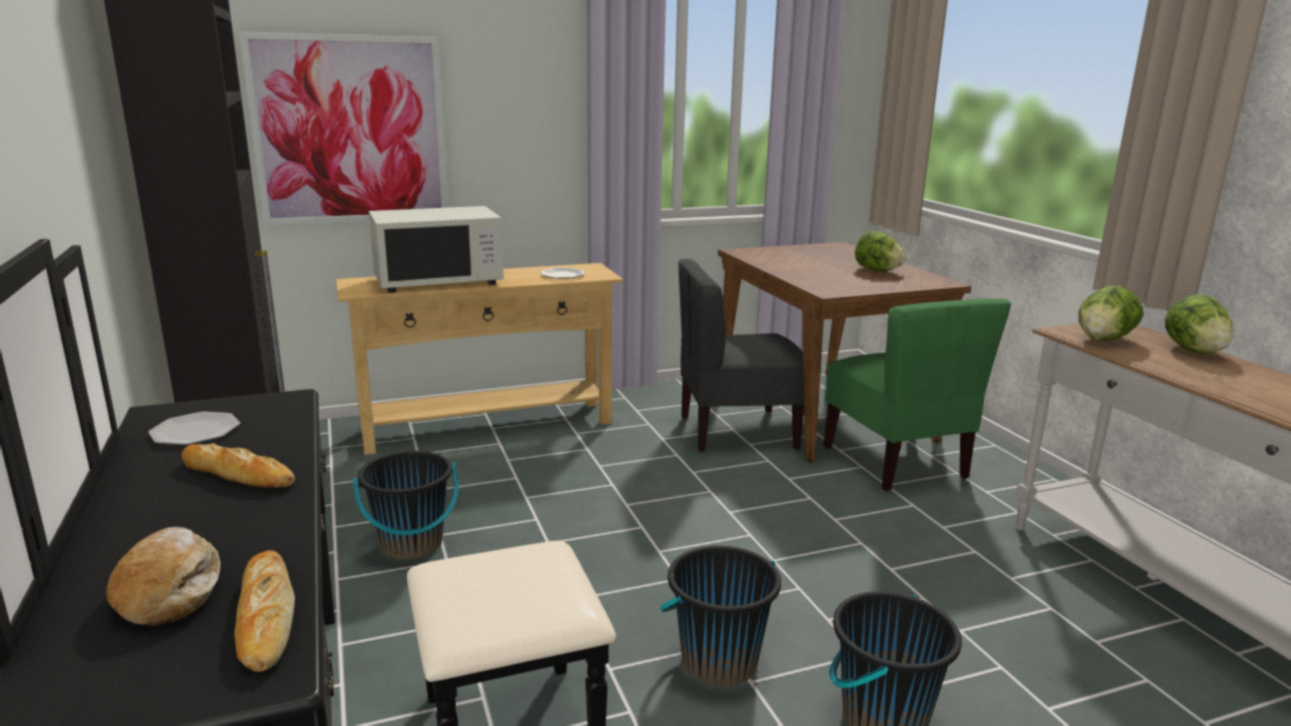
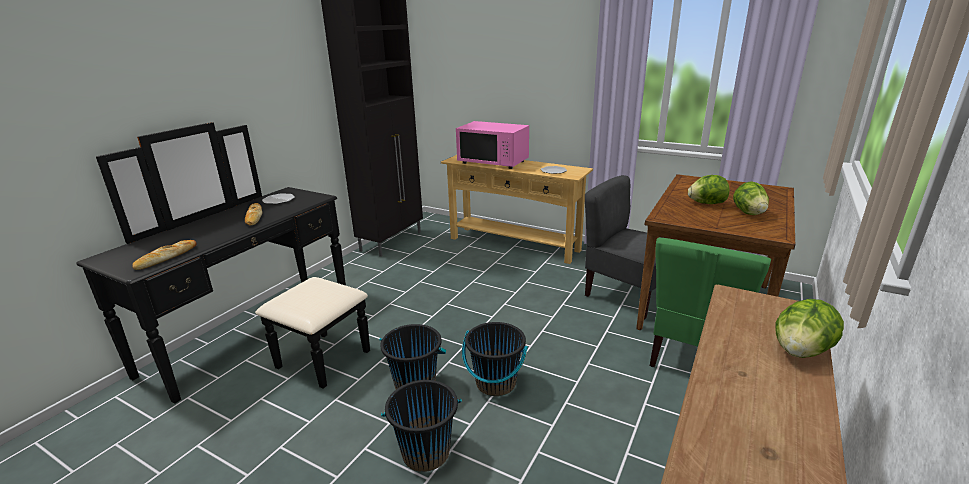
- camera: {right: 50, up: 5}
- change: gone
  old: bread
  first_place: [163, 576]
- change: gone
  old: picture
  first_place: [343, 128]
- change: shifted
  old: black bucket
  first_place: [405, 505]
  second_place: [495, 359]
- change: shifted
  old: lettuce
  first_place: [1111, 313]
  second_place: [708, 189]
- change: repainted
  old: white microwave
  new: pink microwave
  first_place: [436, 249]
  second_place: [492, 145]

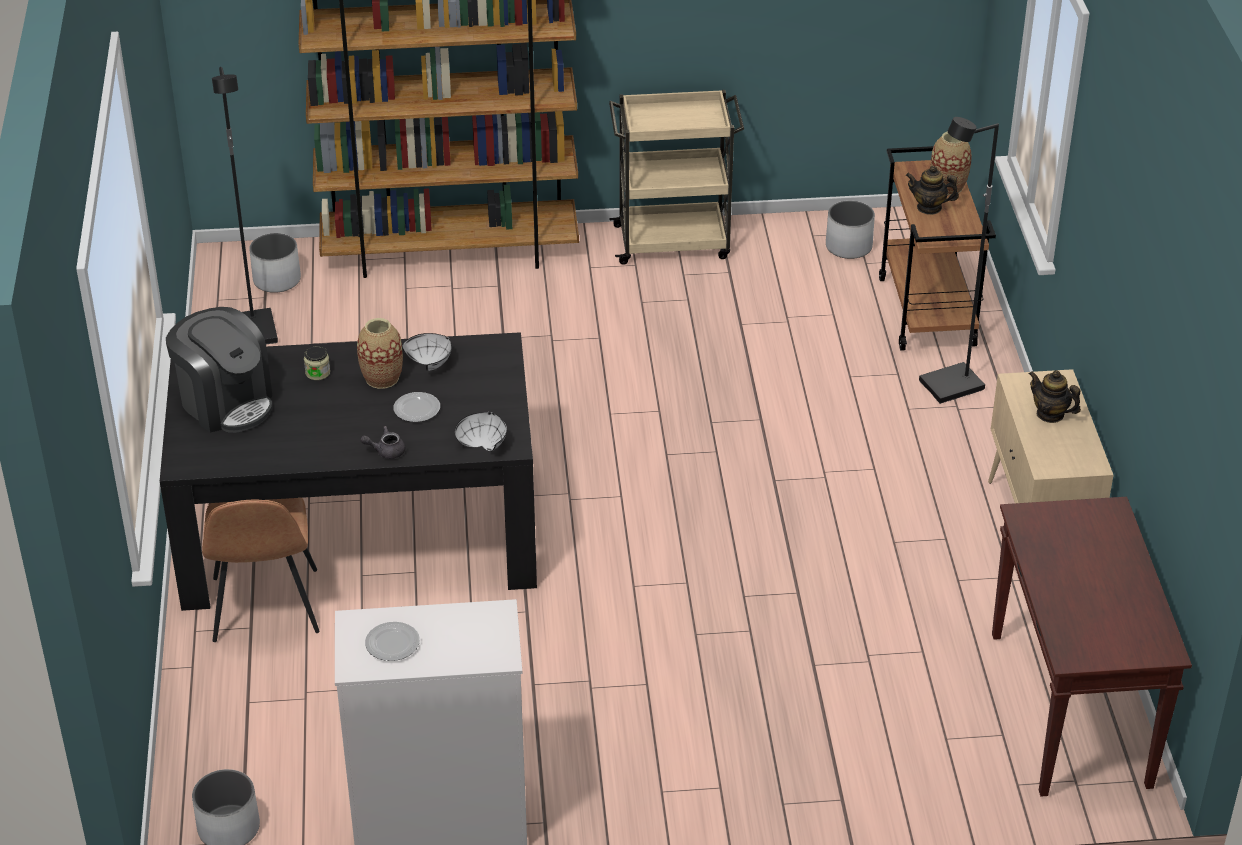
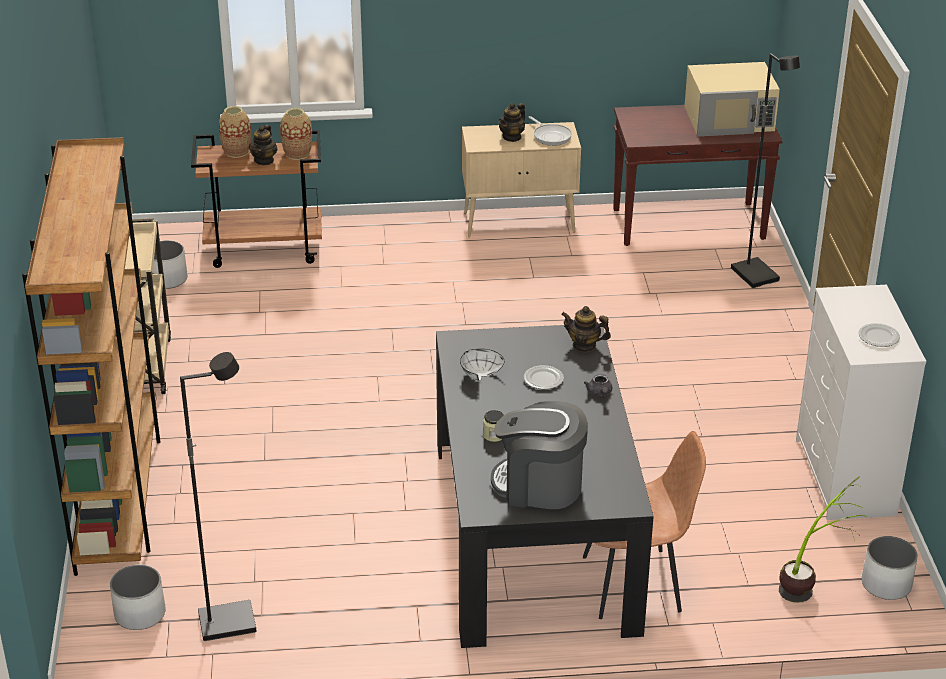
- camera: {right: -90, up: -5}
- change: new
  new: frying pan
  second_place: [550, 131]
- change: new
  new: beige microwave
  second_place: [732, 99]
- change: new
  new: potted plant
  second_place: [821, 539]
- change: shifted
  old: vase
  first_place: [380, 353]
  second_place: [296, 134]
- change: shifted
  old: black floor lamp
  first_place: [959, 260]
  second_place: [765, 170]
- change: swapped
  old: white bowl
  new: teapot
  first_place: [481, 431]
  second_place: [586, 329]
- change: rotated
  old: coffee machine
  first_place: [219, 370]
  second_place: [539, 455]
  degrees: -120

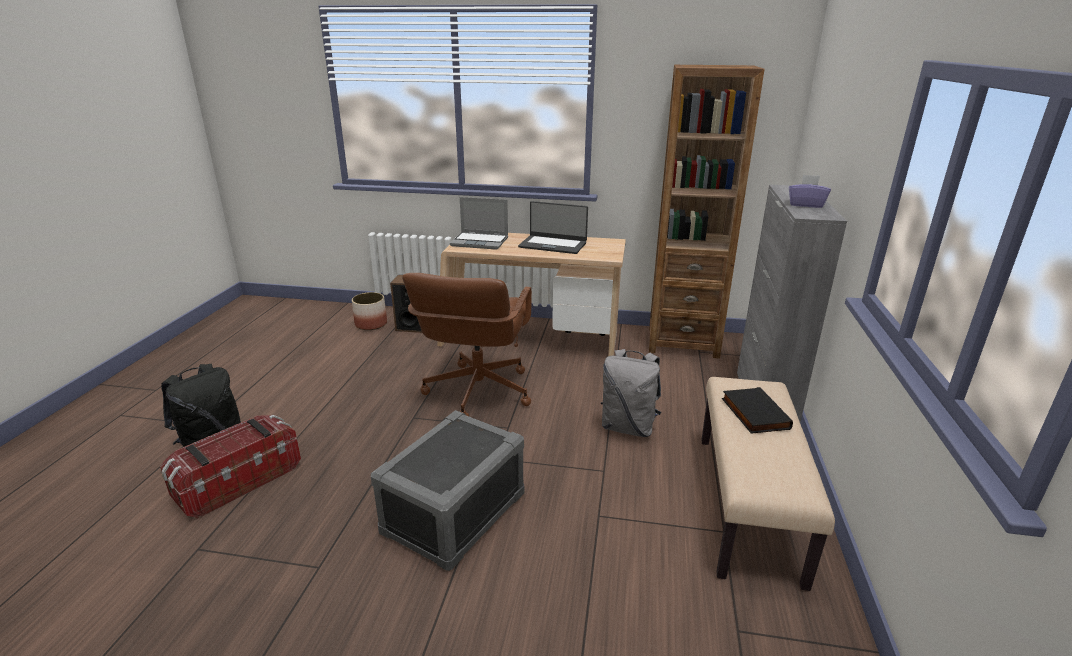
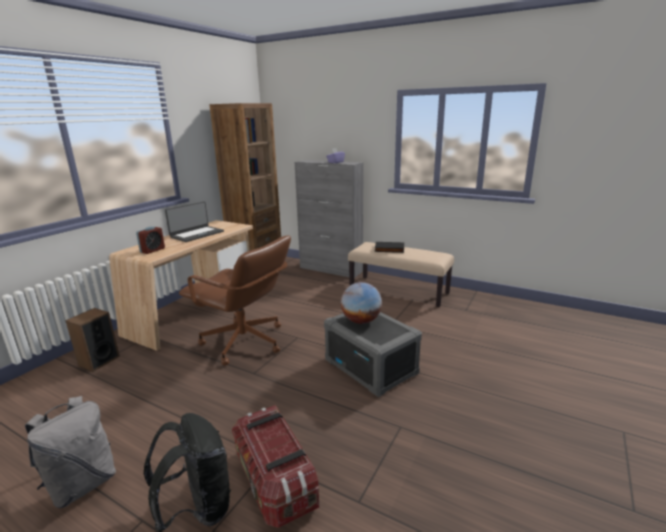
- camera: {right: -70, up: -5}
- change: gone
  old: planter
  first_place: [369, 311]
- change: new
  new: globe
  second_place: [361, 303]
- change: shifted
  old: grey backpack
  first_place: [631, 393]
  second_place: [70, 452]
- change: swapped
  old: laptop
  new: alarm clock
  first_place: [479, 223]
  second_place: [150, 240]

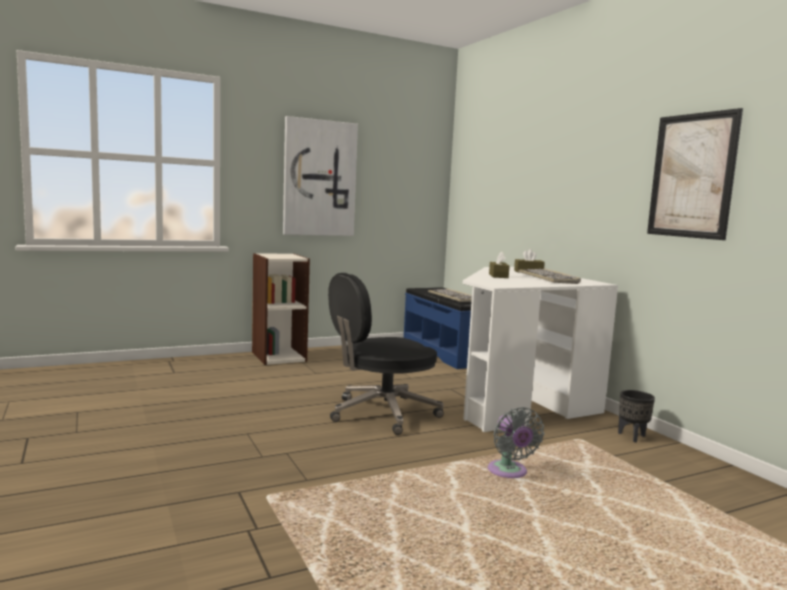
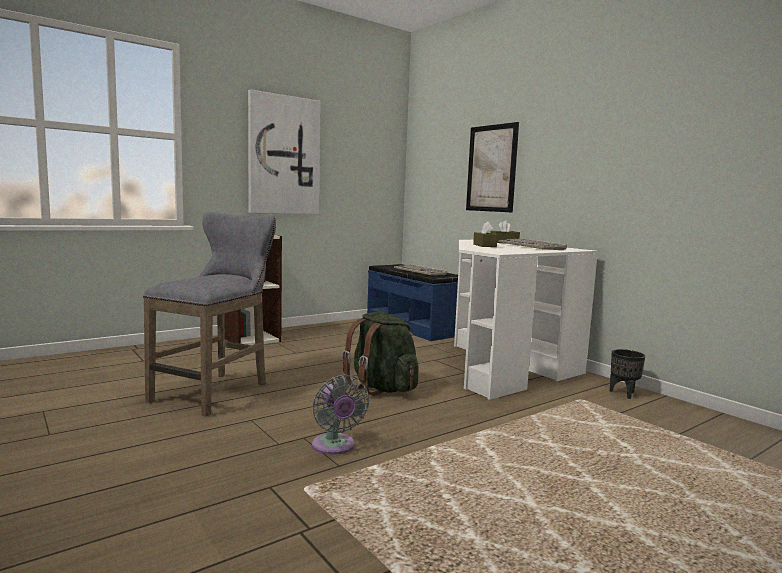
- camera: {right: -10, up: 0}
- change: new
  new: grey stool
  second_place: [209, 314]
- change: shifted
  old: grey fan
  first_place: [516, 442]
  second_place: [340, 414]
- change: shifted
  old: picture
  first_place: [695, 174]
  second_place: [492, 167]
- change: swapped
  old: black office chair
  new: green backpack
  first_place: [386, 354]
  second_place: [380, 354]

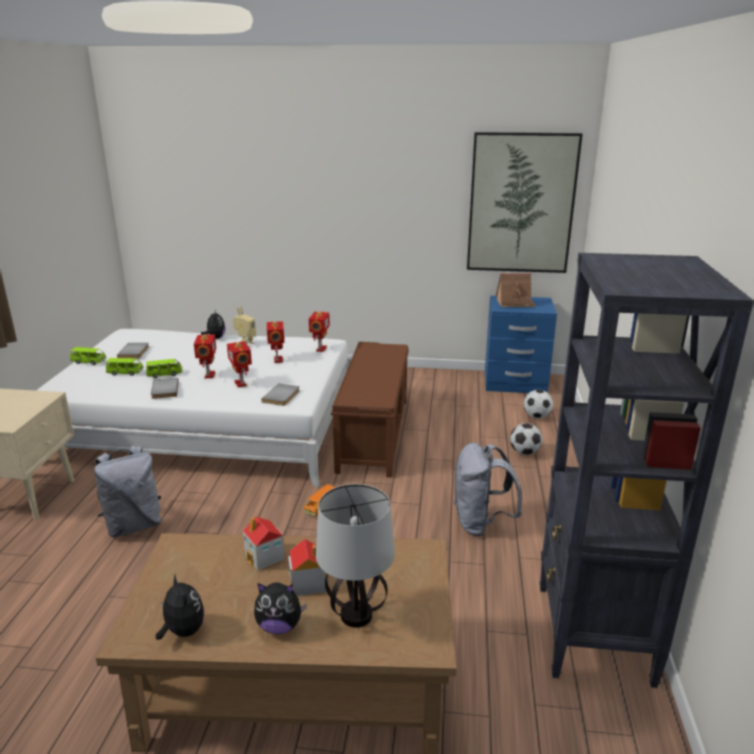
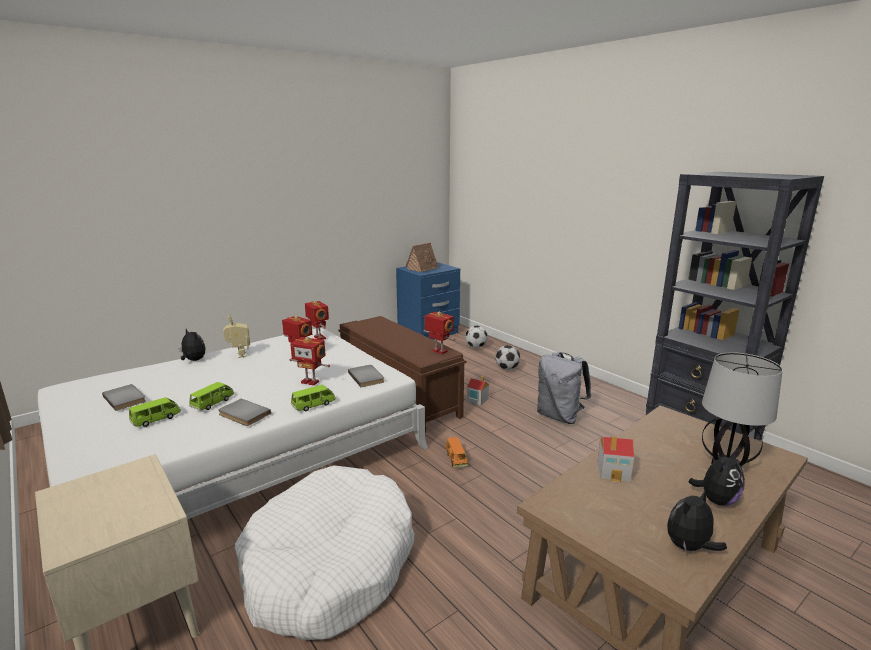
- camera: {right: -45, up: -5}
- change: gone
  old: picture
  first_place: [525, 202]
- change: shifted
  old: green toy car
  first_place: [88, 356]
  second_place: [313, 398]
- change: shifted
  old: toy robot
  first_place: [205, 356]
  second_place: [439, 332]
- change: shifted
  old: toy house
  first_place: [307, 567]
  second_place: [478, 390]
- change: swapped
  old: grey backpack
  new: white dog bed
  first_place: [127, 491]
  second_place: [325, 552]
- change: rotated
  old: plush toy
  first_place: [179, 607]
  second_place: [697, 521]
  degrees: -45

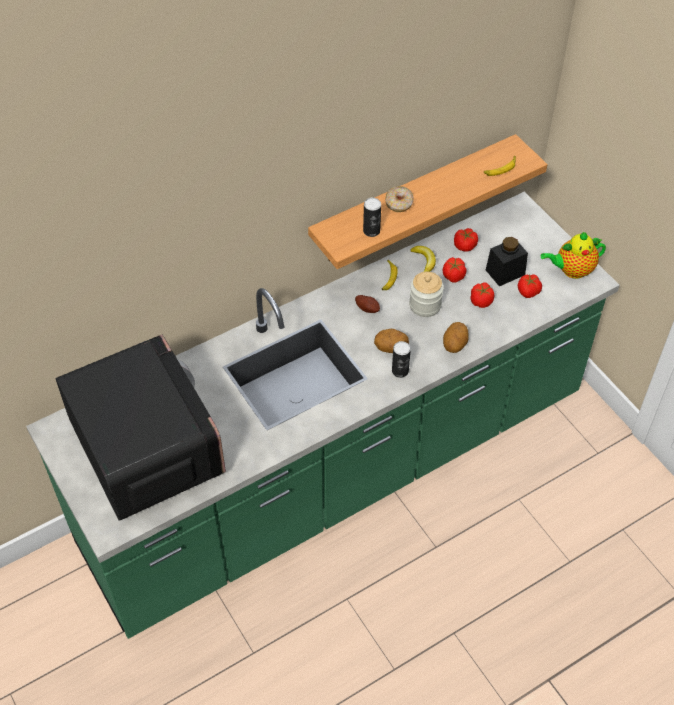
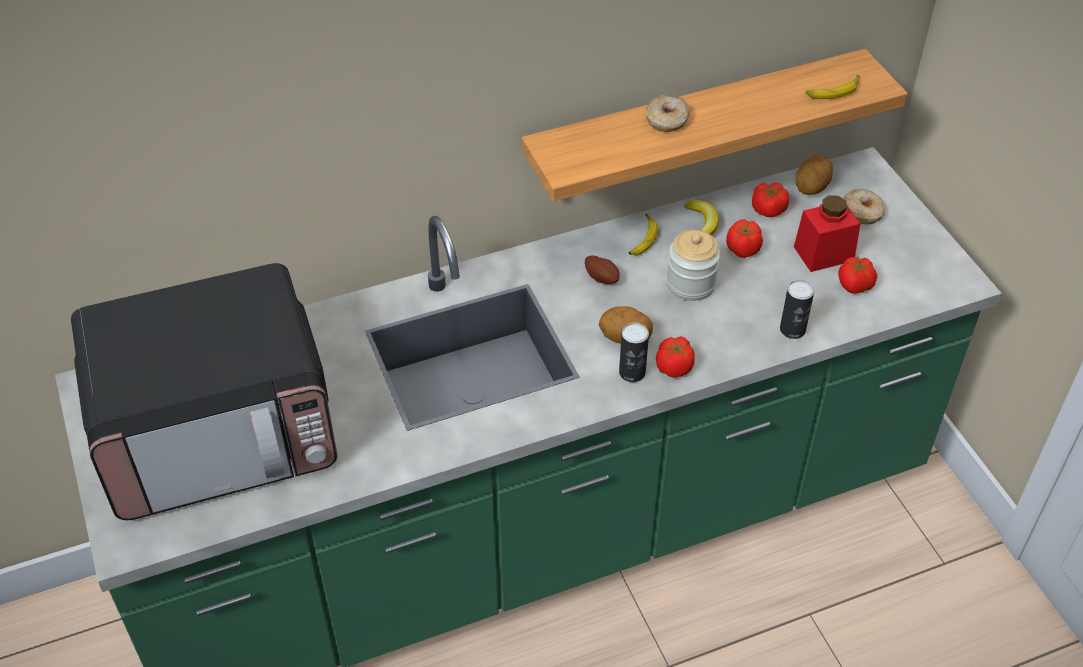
- camera: {right: 10, up: -5}
- change: gone
  old: teapot
  first_place: [573, 255]
- change: new
  new: donut
  second_place: [864, 206]
- change: shifted
  old: can
  first_place: [372, 217]
  second_place: [797, 309]
- change: shifted
  old: potato
  first_place: [455, 337]
  second_place: [814, 175]
- change: shifted
  old: tomato
  first_place: [482, 295]
  second_place: [675, 357]
- change: repainted
  old: black jar
  new: red jar
  first_place: [507, 261]
  second_place: [827, 233]
- change: rotated
  old: microwave
  first_place: [140, 427]
  second_place: [204, 391]
  degrees: 90

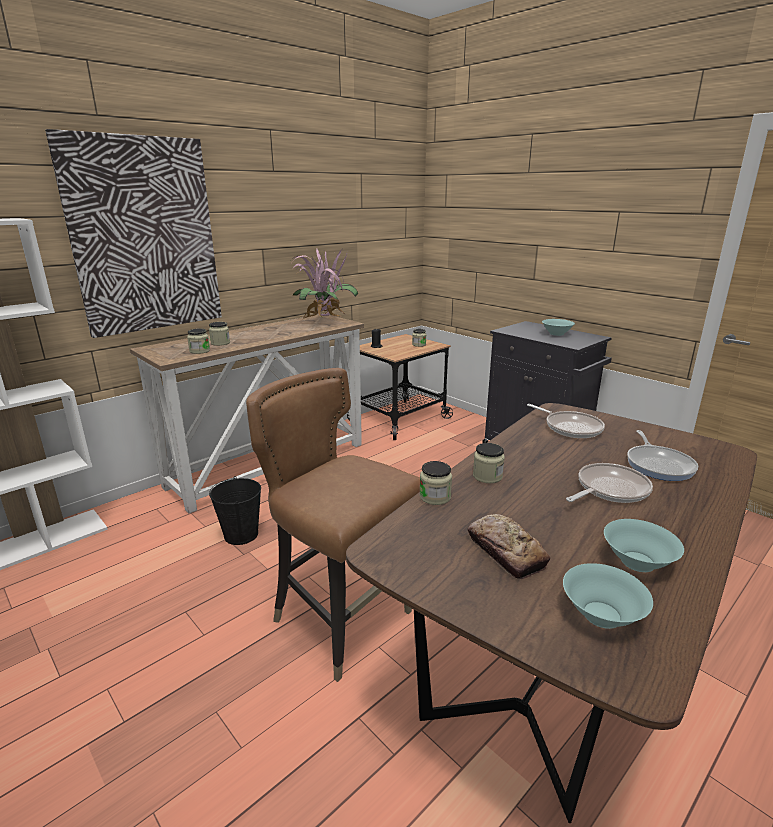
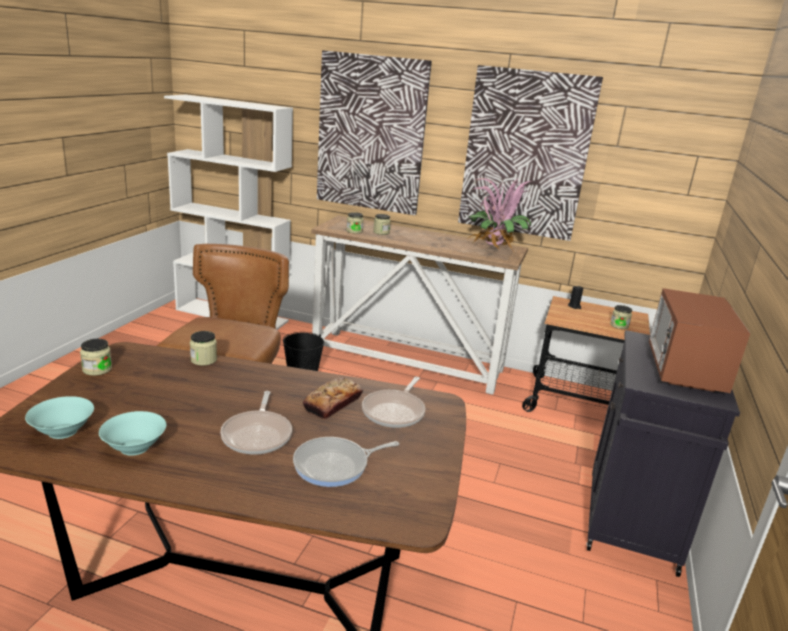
- camera: {right: 60, up: 0}
- change: new
  new: picture
  second_place: [530, 153]
- change: shifted
  old: bread
  first_place: [508, 546]
  second_place: [333, 398]
- change: shifted
  old: jar
  first_place: [489, 463]
  second_place: [96, 357]
- change: swapped
  old: turquoise bowl
  new: microwave
  first_place: [558, 327]
  second_place: [699, 340]
- change: rotated
  old: frying pan
  first_place: [609, 483]
  second_place: [256, 423]
  degrees: 60

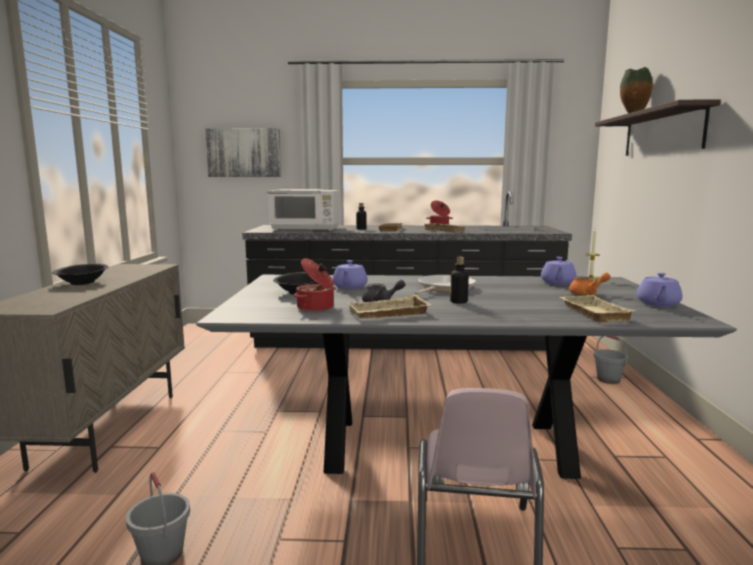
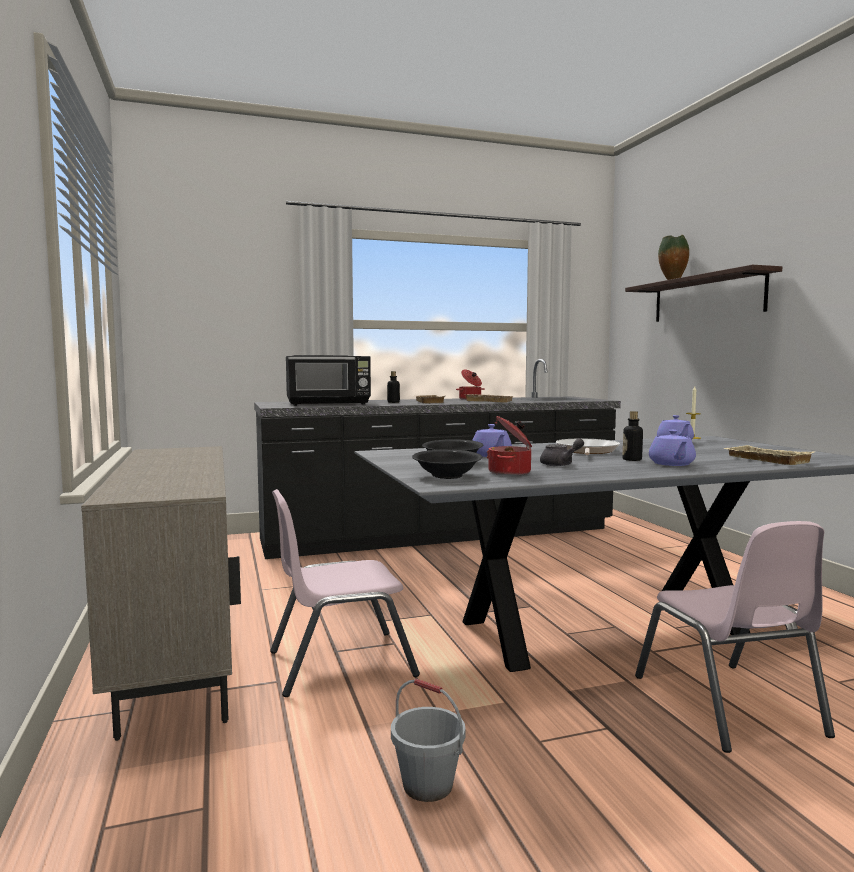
- camera: {right: -20, up: -5}
- change: gone
  old: picture
  first_place: [243, 152]
- change: gone
  old: beige tray
  first_place: [389, 307]
- change: gone
  old: orange teapot
  first_place: [590, 284]
- change: gone
  old: grey bucket
  first_place: [611, 360]
- change: new
  new: pink chair
  second_place: [345, 593]
- change: shifted
  old: black bowl
  first_place: [80, 274]
  second_place: [447, 464]
- change: shifted
  old: purple teapot
  first_place: [660, 290]
  second_place: [672, 448]
- change: repainted
  old: white microwave
  new: black microwave
  first_place: [303, 210]
  second_place: [328, 380]

